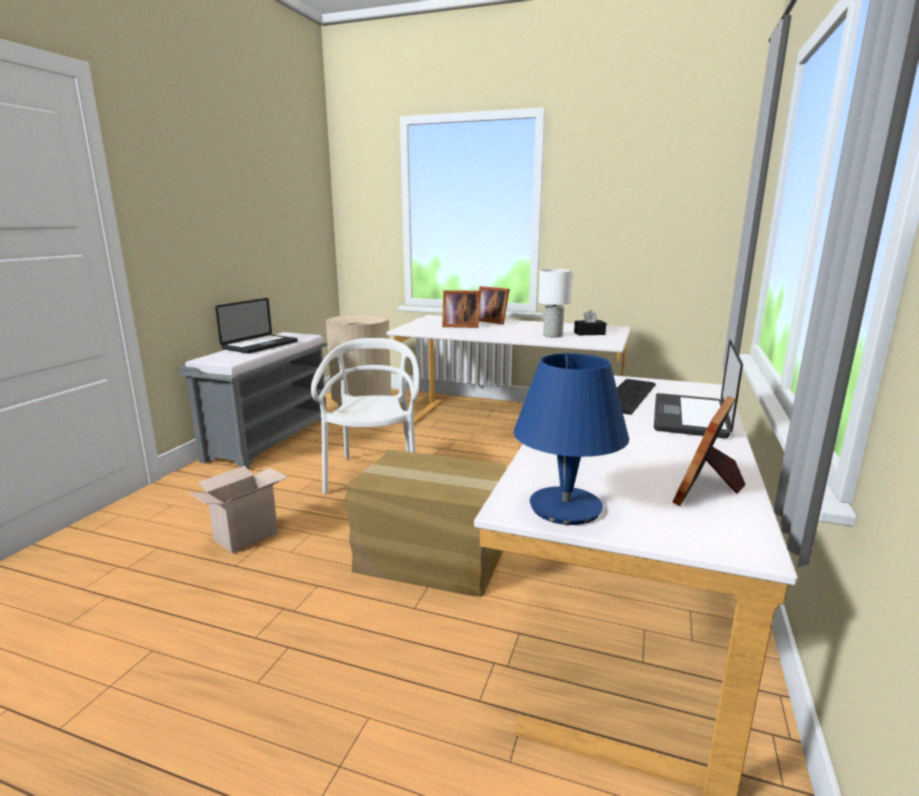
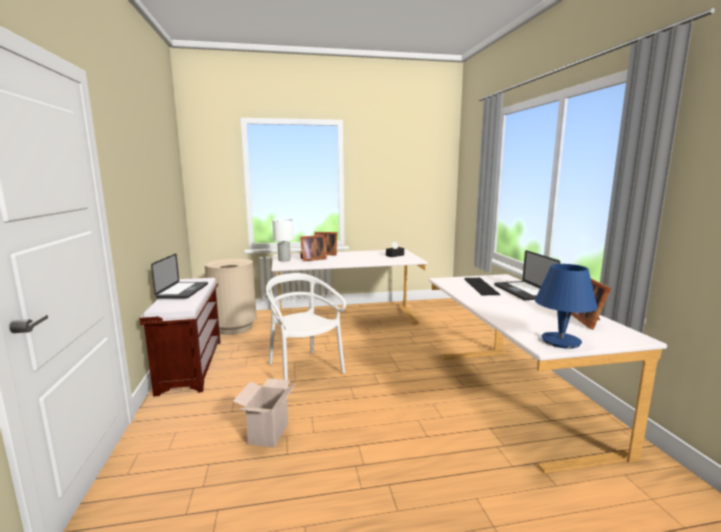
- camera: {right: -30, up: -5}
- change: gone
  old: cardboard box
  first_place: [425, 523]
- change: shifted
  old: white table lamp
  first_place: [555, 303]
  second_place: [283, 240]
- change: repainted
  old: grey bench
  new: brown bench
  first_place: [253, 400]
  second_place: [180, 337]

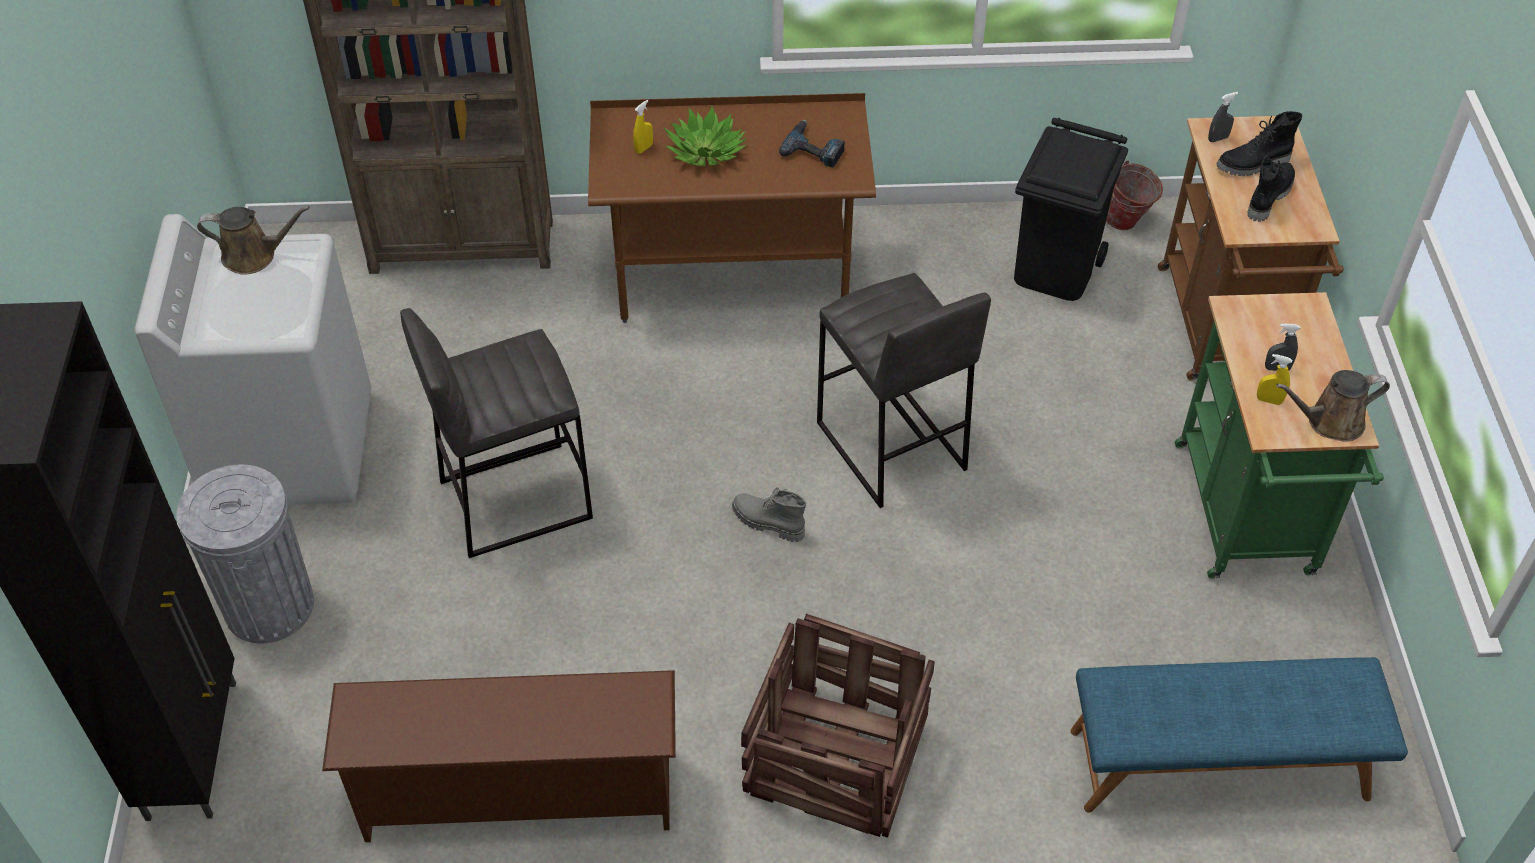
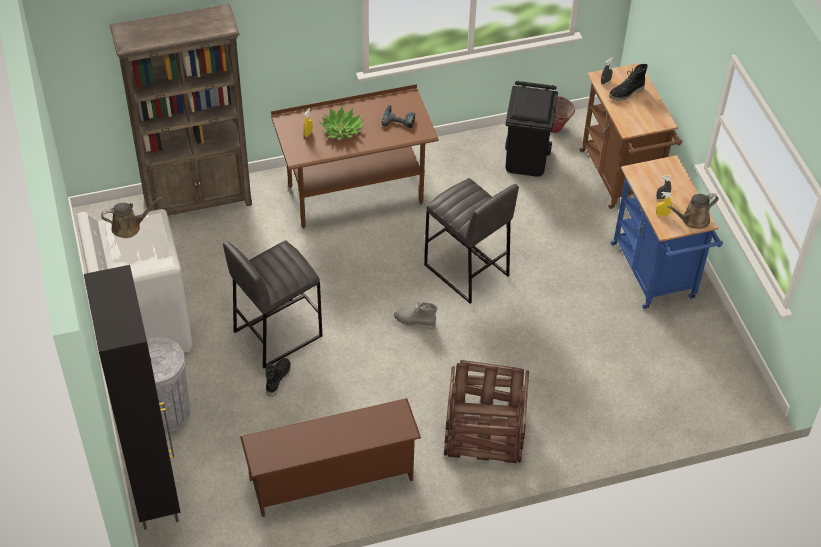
- camera: {right: -15, up: 0}
- change: gone
  old: blue bench
  first_place: [1239, 735]
- change: shifted
  old: black boot
  first_place: [1271, 188]
  second_place: [278, 377]
- change: repainted
  old: green cart
  new: blue cart
  first_place: [1279, 435]
  second_place: [667, 232]

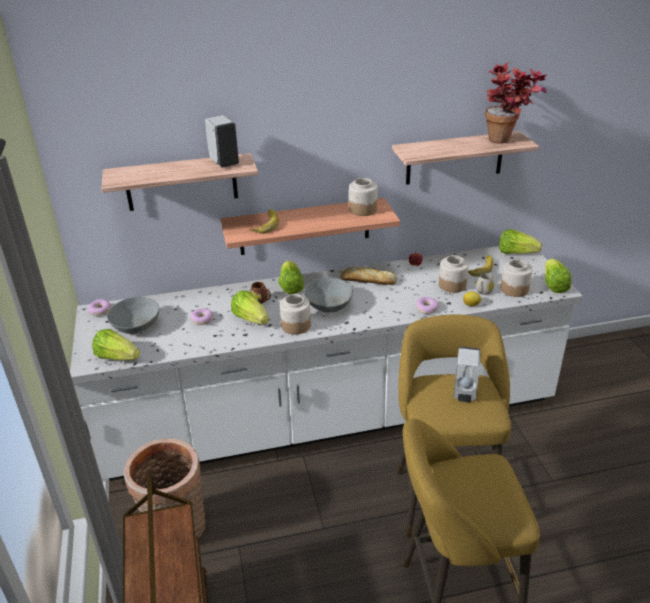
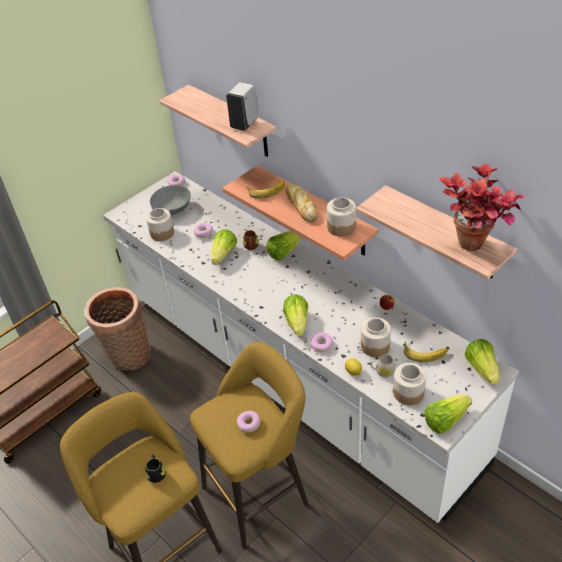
- camera: {right: 60, up: 10}
- change: gone
  old: grey bowl
  first_place: [328, 295]
- change: new
  new: black mug
  second_place: [155, 469]
- change: shifted
  old: lettuce
  first_place: [116, 344]
  second_place: [295, 315]
- change: shifted
  old: jar
  first_place: [295, 314]
  second_place: [160, 224]
- change: shifted
  old: bread
  first_place: [368, 276]
  second_place: [301, 203]
- change: swapped
  old: white soap dispenser
  new: donut
  first_place: [467, 374]
  second_place: [248, 421]

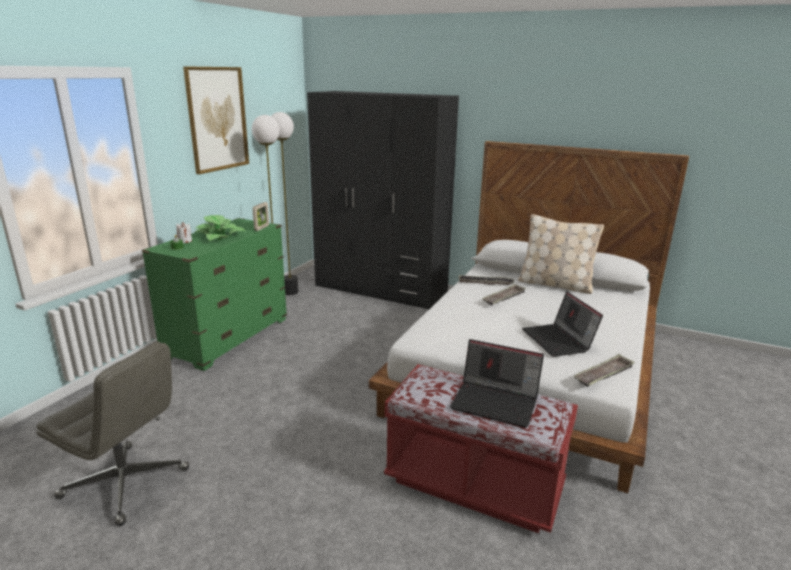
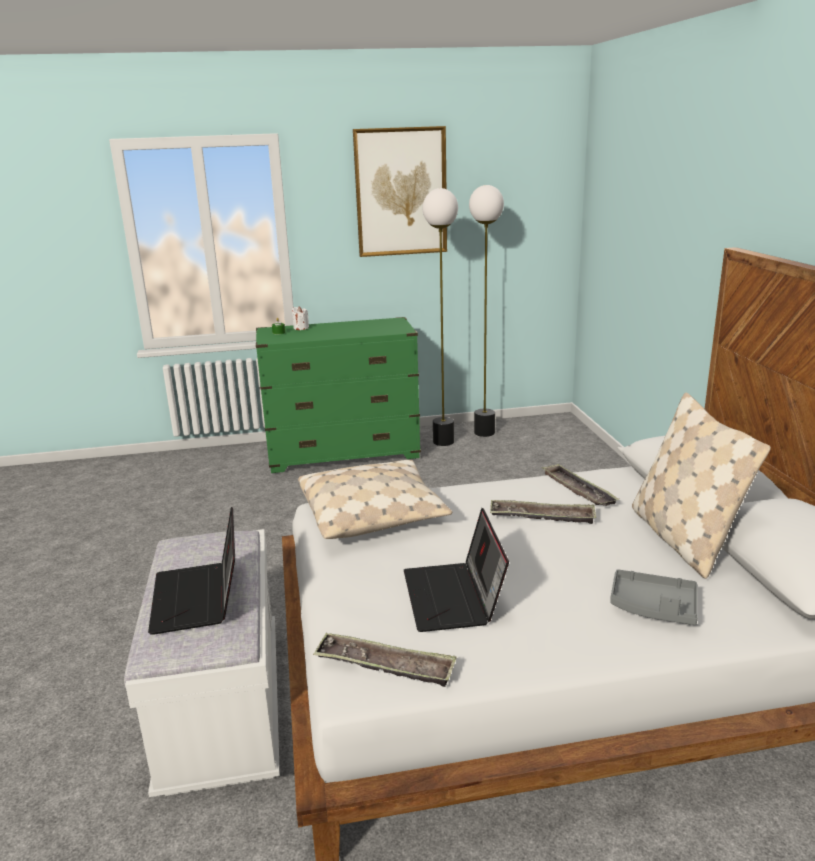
- camera: {right: 55, up: 0}
- change: gone
  old: grey office chair
  first_place: [112, 434]
- change: gone
  old: potted plant
  first_place: [219, 228]
- change: gone
  old: picture frame
  first_place: [261, 216]
- change: gone
  old: black wardrobe
  first_place: [383, 200]
- change: new
  new: beige pillow
  second_place: [375, 499]
- change: new
  new: grey tray
  second_place: [654, 597]
- change: repainted
  old: red bench
  new: white bench
  first_place: [481, 448]
  second_place: [202, 663]
- change: rotated
  old: laptop
  first_place: [562, 324]
  second_place: [456, 570]
  degrees: -45

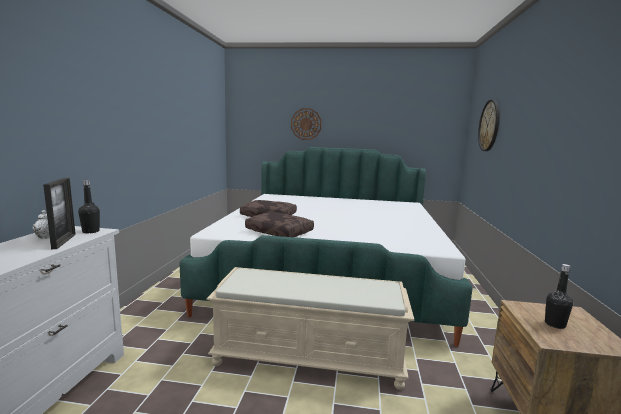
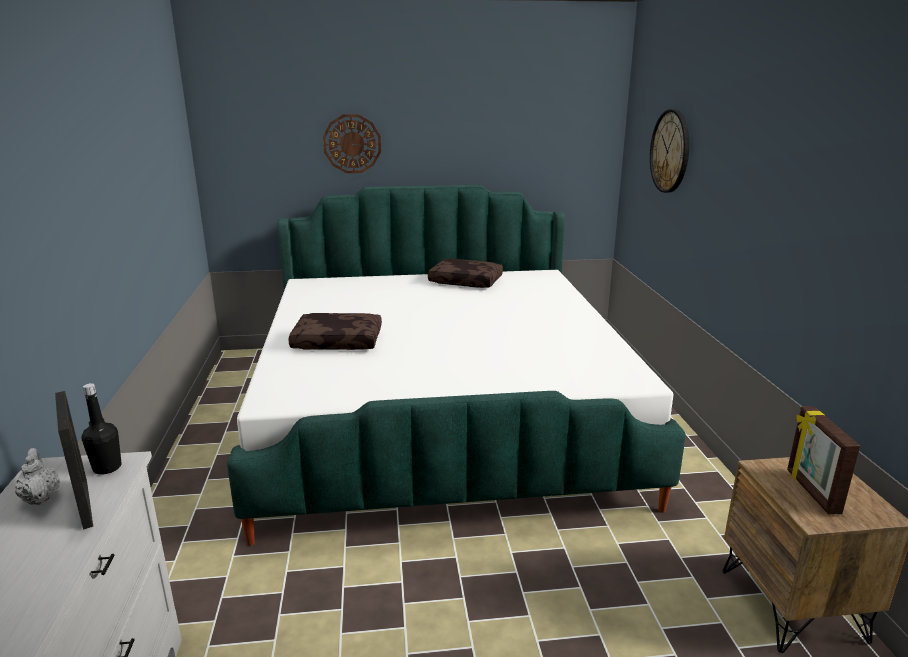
- camera: {right: -15, up: 10}
- change: gone
  old: beige bench
  first_place: [310, 328]
- change: shifted
  old: brown pillow
  first_place: [279, 224]
  second_place: [465, 273]
- change: swapped
  old: black bottle
  new: picture frame
  first_place: [559, 296]
  second_place: [823, 460]

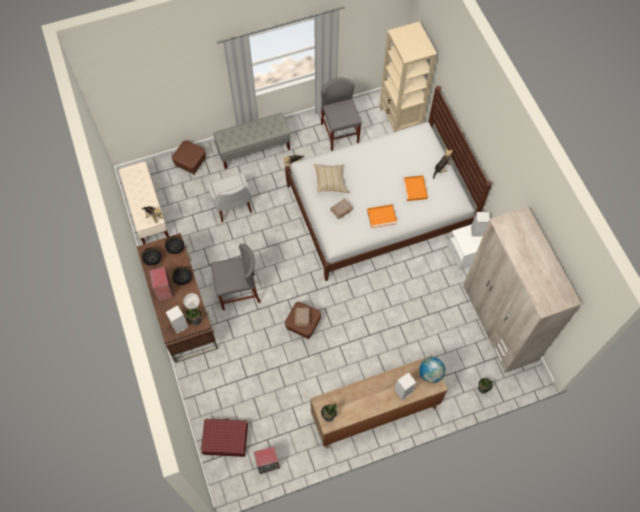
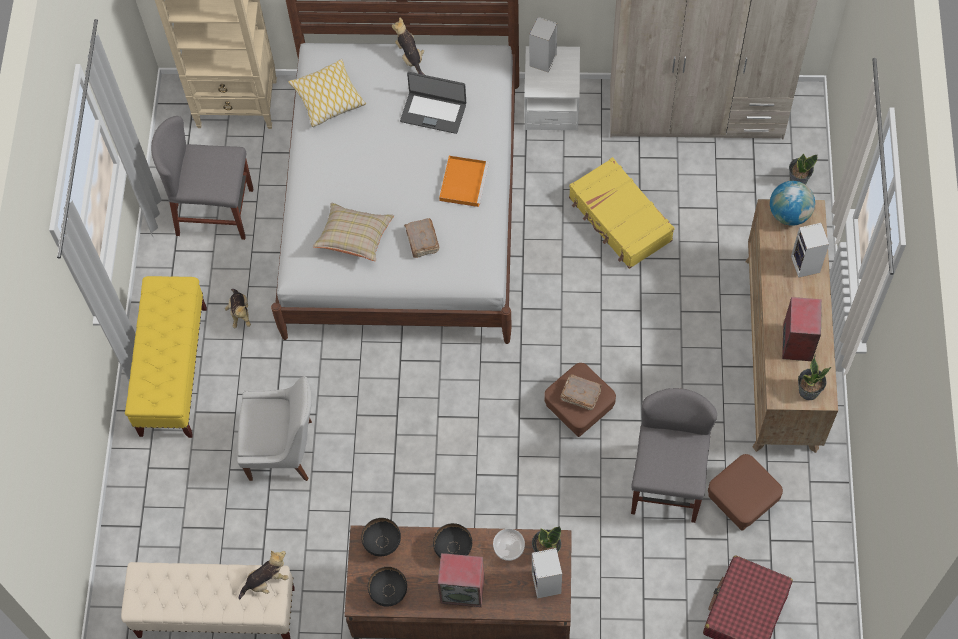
- camera: {right: -65, up: 0}
- change: new
  new: pillow
  second_place: [327, 93]
- change: new
  new: yellow suitcase
  second_place: [622, 213]
- change: shifted
  old: brown ottoman
  first_place: [189, 157]
  second_place: [745, 492]
- change: shifted
  old: grey chair
  first_place: [236, 277]
  second_place: [674, 455]
- change: shifted
  old: speaker
  first_place: [267, 460]
  second_place: [802, 329]
- change: swapped
  old: orange tray
  new: laptop
  first_place: [415, 188]
  second_place: [433, 103]
- change: repainted
  old: grey bench
  new: yellow bench
  first_place: [252, 140]
  second_place: [166, 357]

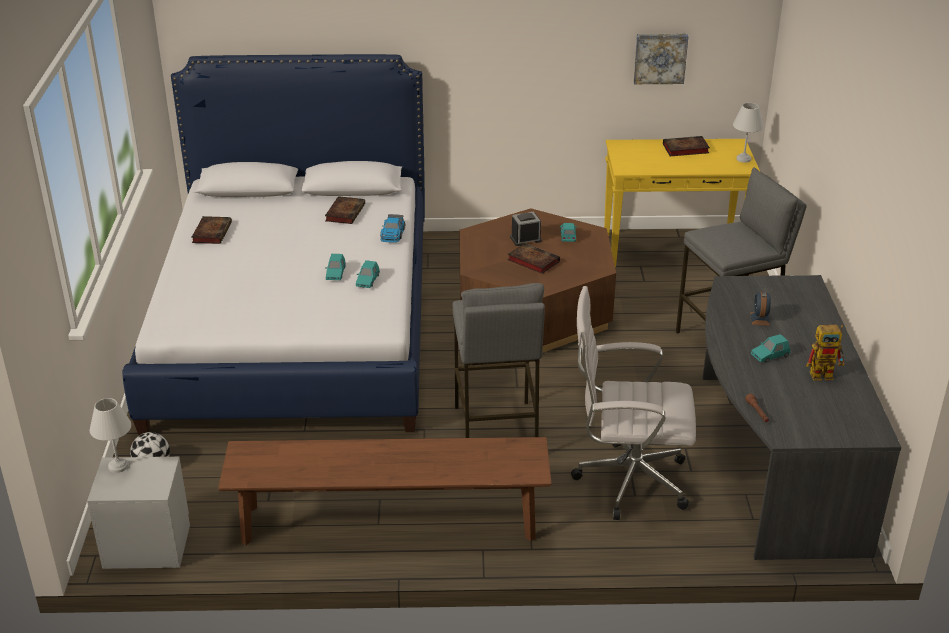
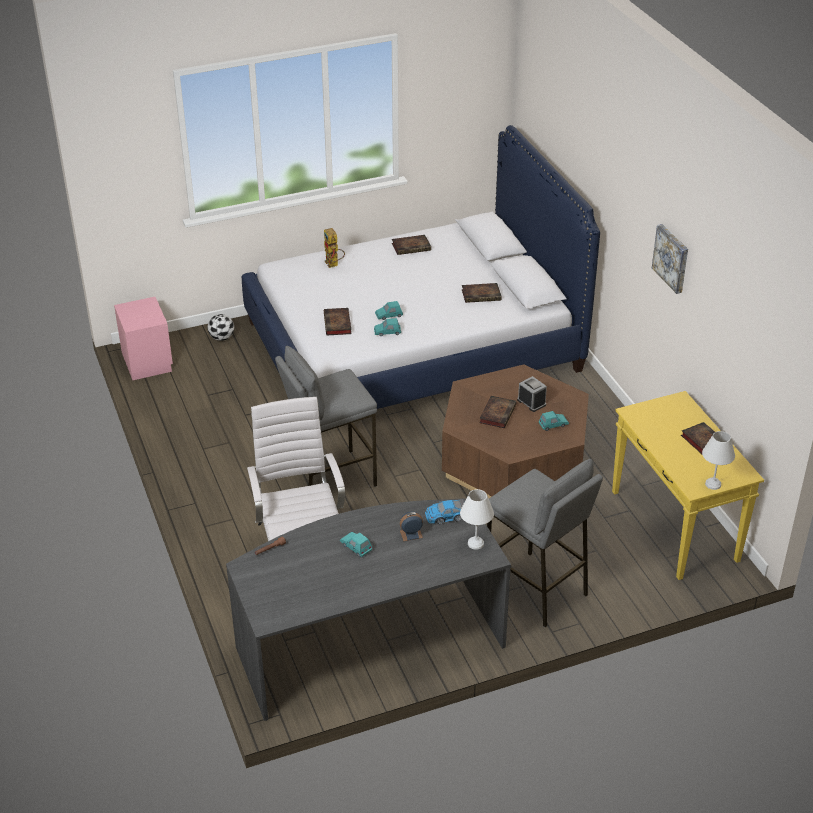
- camera: {right: 70, up: 5}
- change: gone
  old: brown bench
  first_place: [385, 491]
- change: new
  new: book
  second_place: [337, 321]
- change: shifted
  old: white table lamp
  first_place: [110, 435]
  second_place: [477, 519]
- change: shifted
  old: toy car
  first_place: [392, 228]
  second_place: [444, 511]
- change: shifted
  old: picture
  first_place: [660, 59]
  second_place: [670, 259]
- change: shifted
  old: toy robot
  first_place: [825, 353]
  second_place: [334, 248]
- change: repainted
  old: grey nightstand
  new: pink nightstand
  first_place: [138, 513]
  second_place: [143, 338]

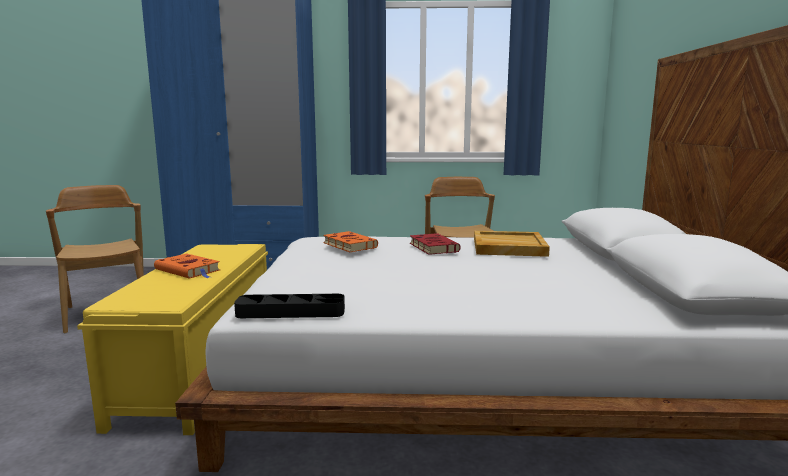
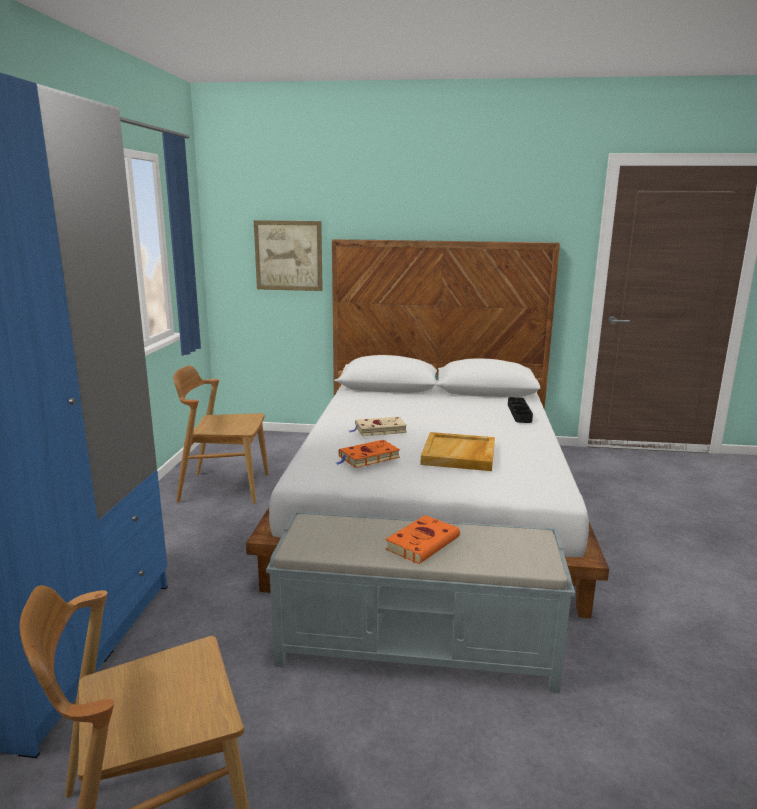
- camera: {right: -85, up: 5}
- change: new
  new: picture
  second_place: [288, 255]
- change: shifted
  old: black tray
  first_place: [289, 306]
  second_place: [520, 410]
- change: shifted
  old: beige tray
  first_place: [512, 244]
  second_place: [458, 451]
- change: repainted
  old: yellow bench
  new: grey bench
  first_place: [172, 339]
  second_place: [420, 602]
- change: repainted
  old: red book
  new: beige book
  first_place: [435, 244]
  second_place: [378, 426]

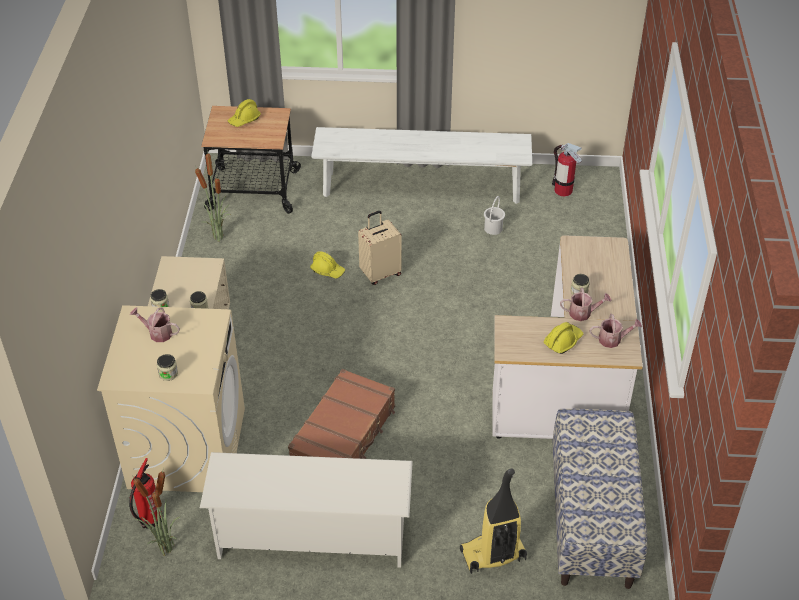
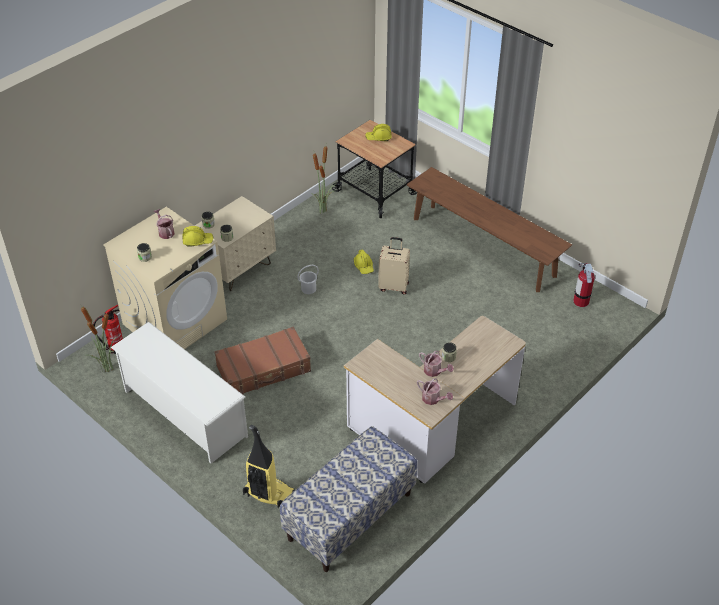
- camera: {right: 40, up: 0}
- change: shifted
  old: white bucket
  first_place: [494, 215]
  second_place: [308, 279]
- change: shifted
  old: yellow hard hat
  first_place: [564, 338]
  second_place: [197, 236]
- change: repainted
  old: white bench
  new: brown bench
  first_place: [421, 165]
  second_place: [489, 229]

